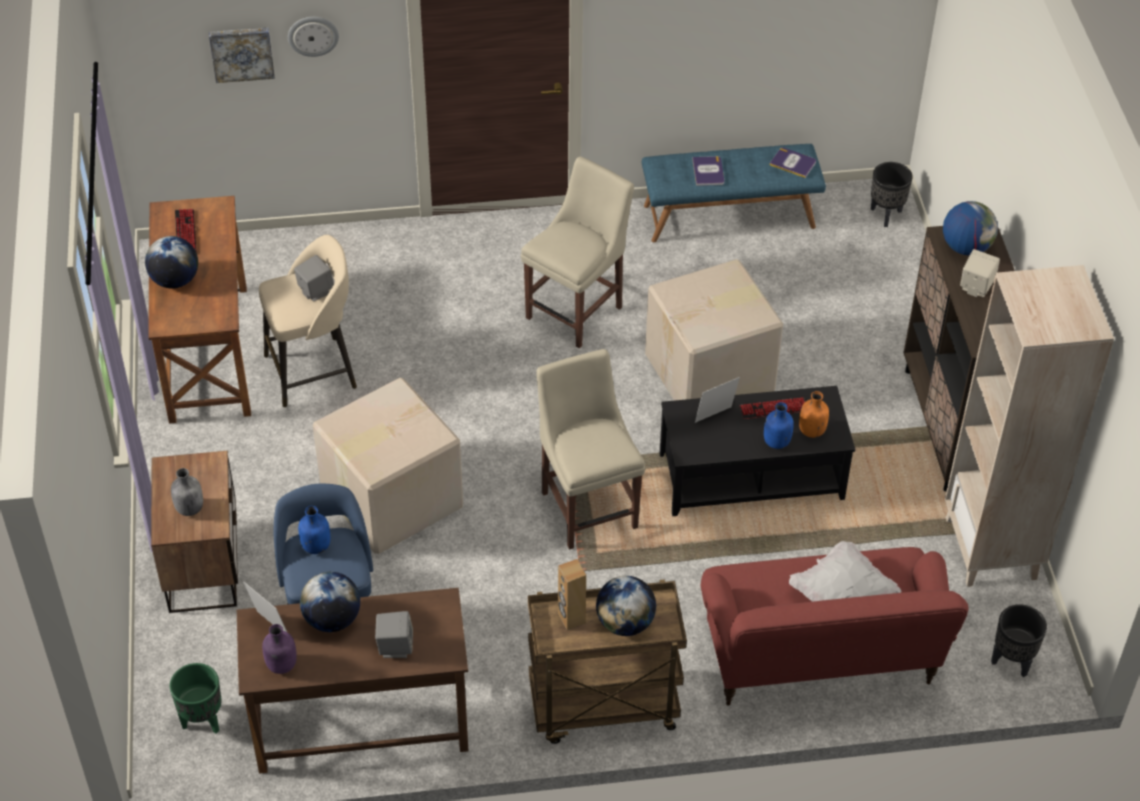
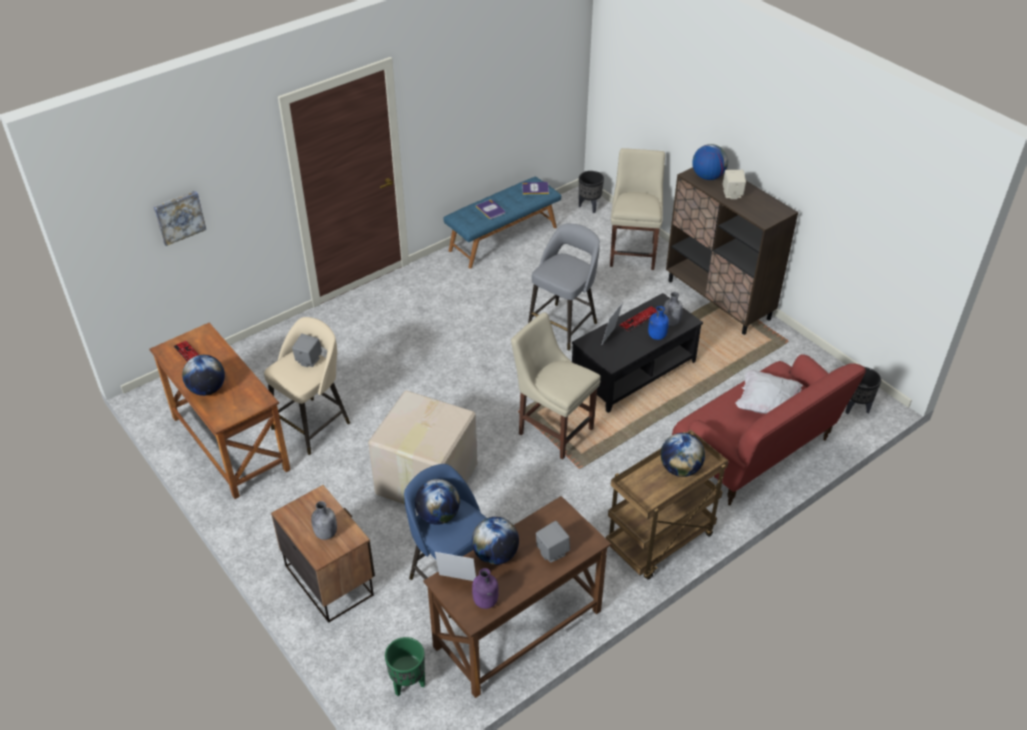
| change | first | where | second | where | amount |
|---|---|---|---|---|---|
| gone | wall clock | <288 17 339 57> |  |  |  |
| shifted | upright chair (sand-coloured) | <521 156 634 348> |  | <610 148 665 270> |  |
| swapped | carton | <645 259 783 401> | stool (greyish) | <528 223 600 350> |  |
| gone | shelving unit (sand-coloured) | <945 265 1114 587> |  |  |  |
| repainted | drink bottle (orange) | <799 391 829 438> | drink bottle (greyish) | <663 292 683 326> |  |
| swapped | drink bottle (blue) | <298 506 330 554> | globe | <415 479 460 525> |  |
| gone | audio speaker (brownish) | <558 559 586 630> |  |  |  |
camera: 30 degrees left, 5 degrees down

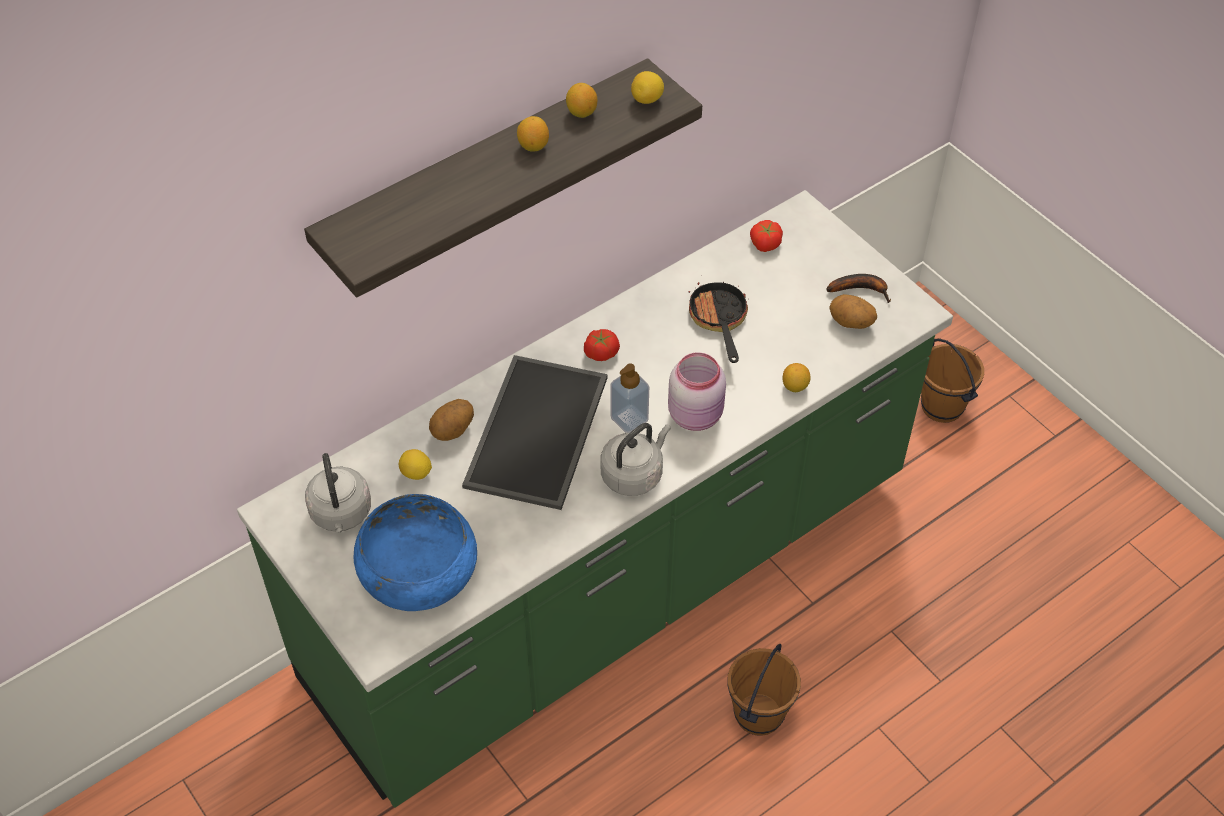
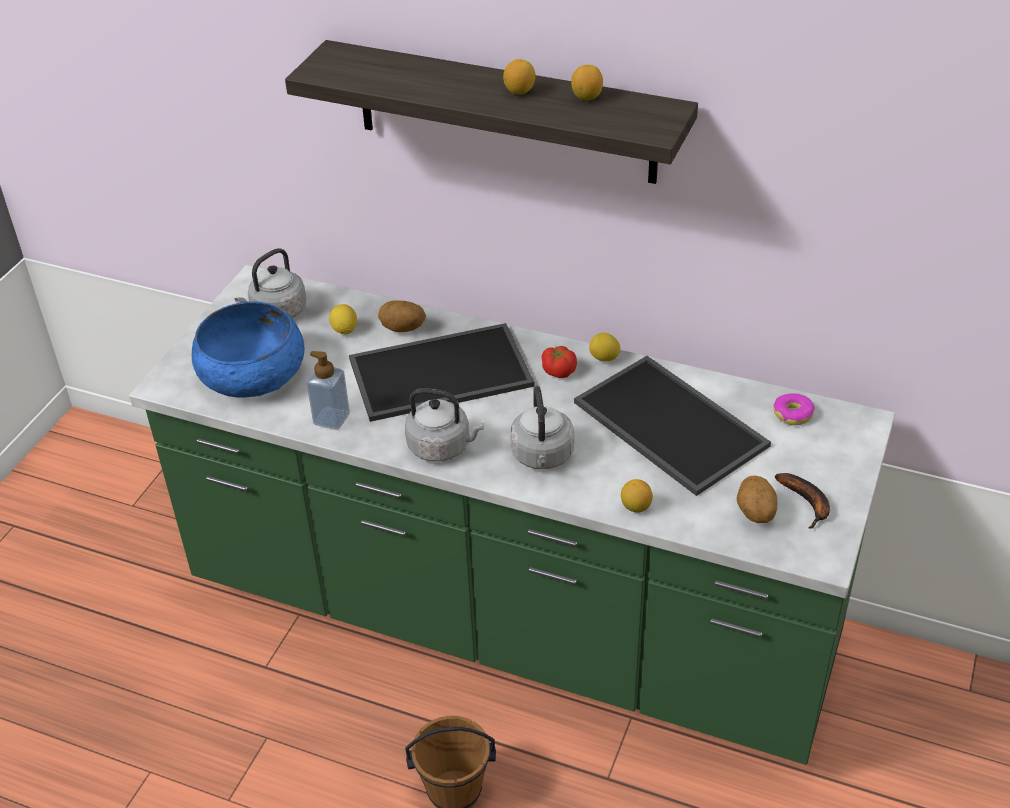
| change | first | where | second | where | amount |
|---|---|---|---|---|---|
| shifted | whole lemon | <631 71 664 104> |  | <589 333 621 362> |  |
| swapped | whole tomato | <750 220 783 252> | donut | <773 393 815 425> |  |
| swapped | skillet | <688 282 748 363> | carrying tray | <574 356 771 496> |  |
| gone | pail (brownish) | <921 338 984 423> |  |  |  |
| swapped | preserve jar (pink) | <668 352 726 431> | water kettle (greyish) | <510 386 574 469> |  |
| shifted | liquid soap bottle | <611 363 649 433> |  | <307 351 350 430> |  |
camera: 60 degrees right, 10 degrees down

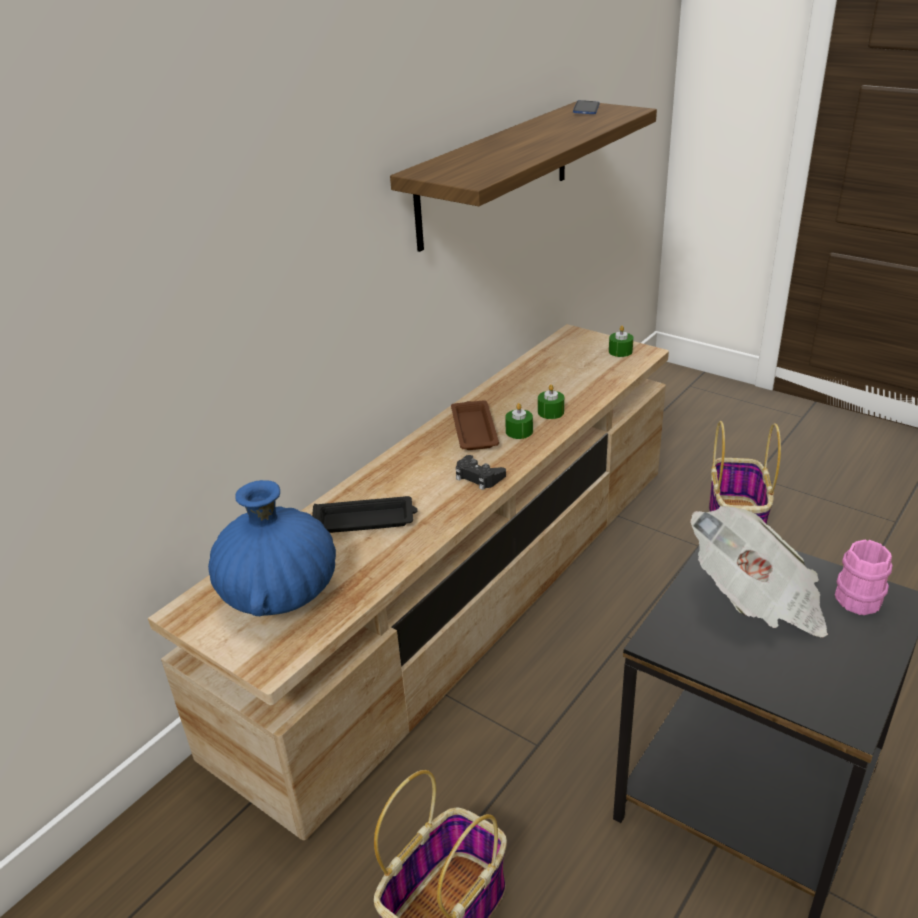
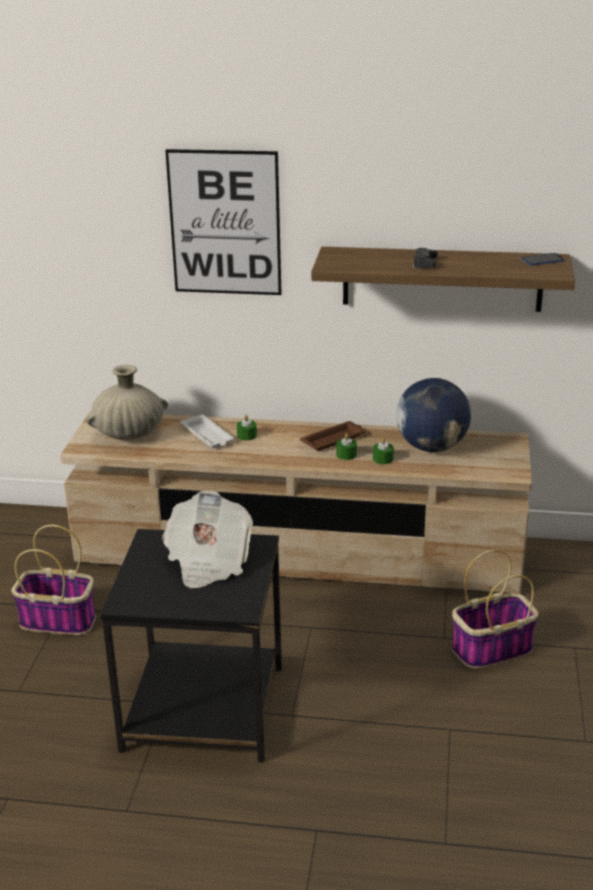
| change | first | where | second | where | amount |
|---|---|---|---|---|---|
| shifted | wax candle (green-coloured) | <609 326 633 357> |  | <237 415 257 441> |  |
| shifted | joypad (blackish) | <456 455 506 490> |  | <413 248 438 268> |  |
| repainted | vase (blue) | <208 480 336 616> | vase (sand-coloured) | <86 365 168 440> |  |
| repainted | carrying tray (blackish) | <312 496 418 533> | carrying tray (whitish) | <181 414 234 448> |  |
| gone | coffee mug (pink) | <835 539 892 615> |  |  |  |
| new |  |  | picture | <165 149 281 295> |  |
| new |  |  | globe | <396 378 471 452> |  |
camera: 60 degrees right, 5 degrees down

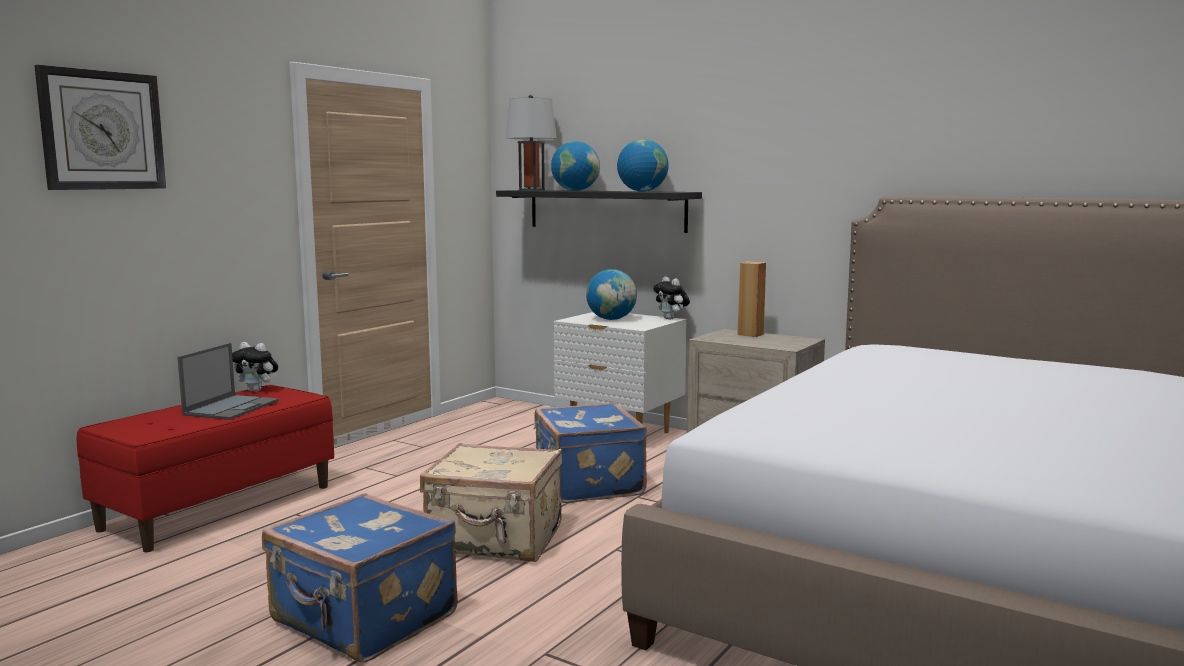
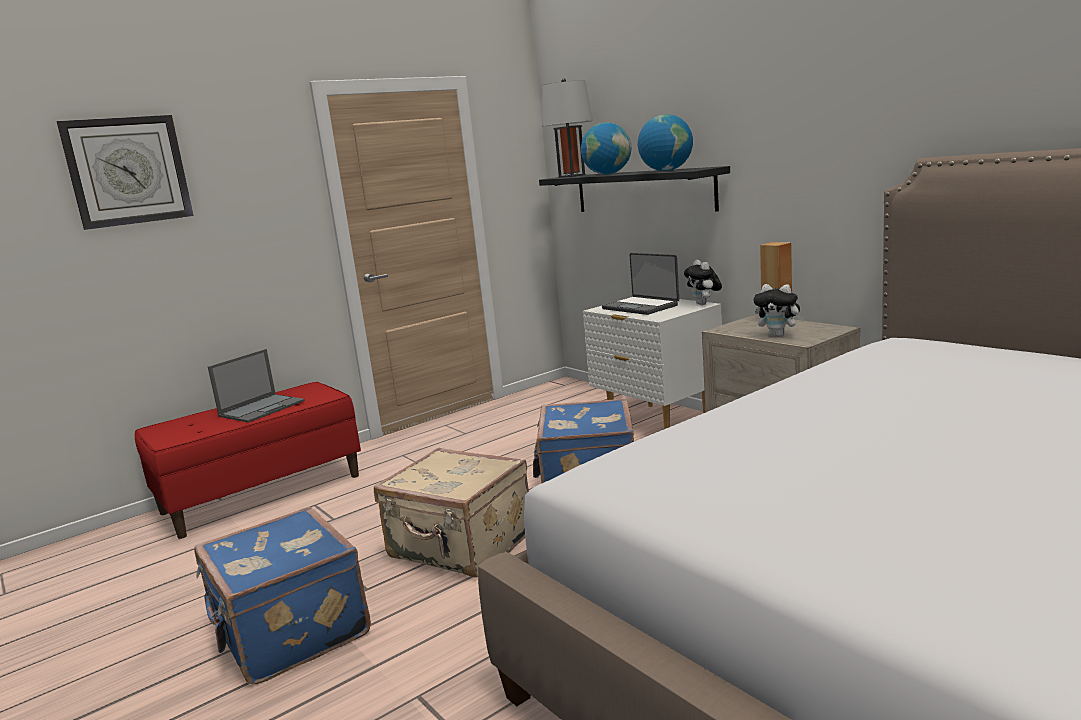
| change | first | where | second | where | amount |
|---|---|---|---|---|---|
| swapped | globe | <586 269 637 320> | laptop | <602 253 679 315> |  |
| shifted | soft toy | <232 342 278 392> |  | <753 284 804 337> |  |
camera: 20 degrees right, 5 degrees up

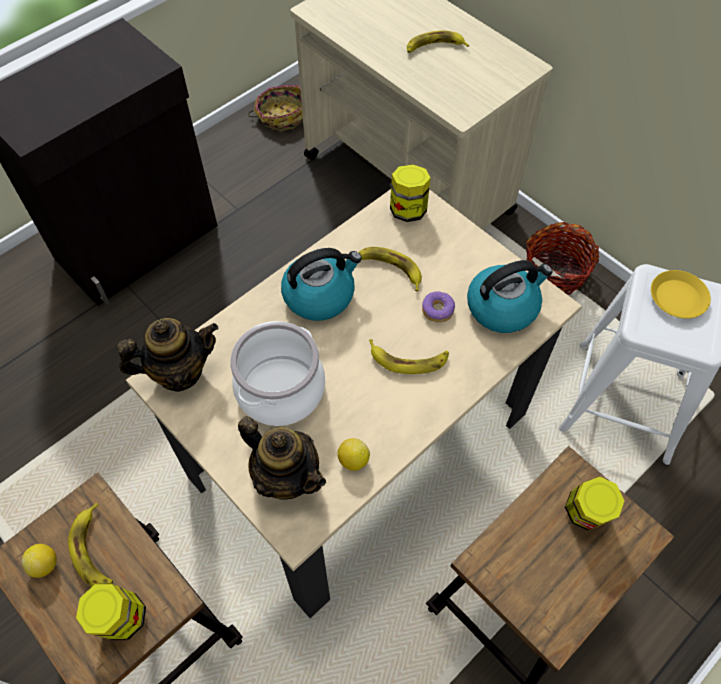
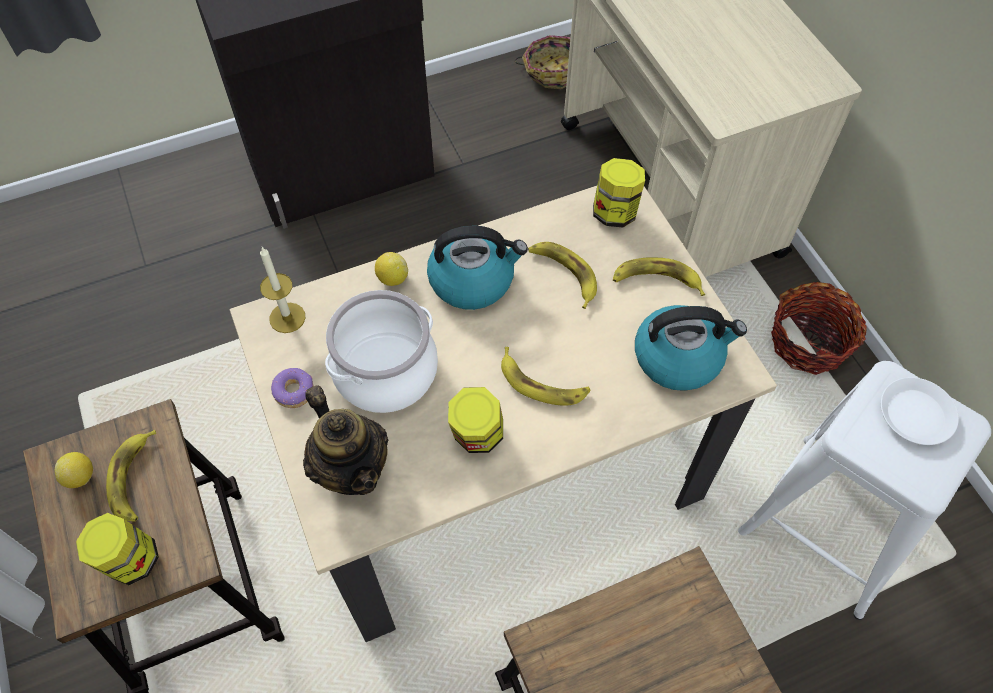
| change | first | where | second | where | amount |
|---|---|---|---|---|---|
| shifted | banana | <407 30 469 53> |  | <613 257 705 296> |  |
| repainted | dinner plate (yellow-coloured) | <651 270 711 319> | dinner plate (whitish) | <881 377 959 445> |  |
| shifted | donut | <422 291 455 322> |  | <271 368 314 408> |  |
| swapped | tea pot | <117 318 218 392> | wax candle | <260 247 305 333> |  |
| shifted | whole lemon | <337 438 370 471> |  | <375 252 408 286> |  |
| shifted | preserve jar | <565 476 624 530> |  | <448 387 503 453> |  |
camera: 20 degrees right, 0 degrees up

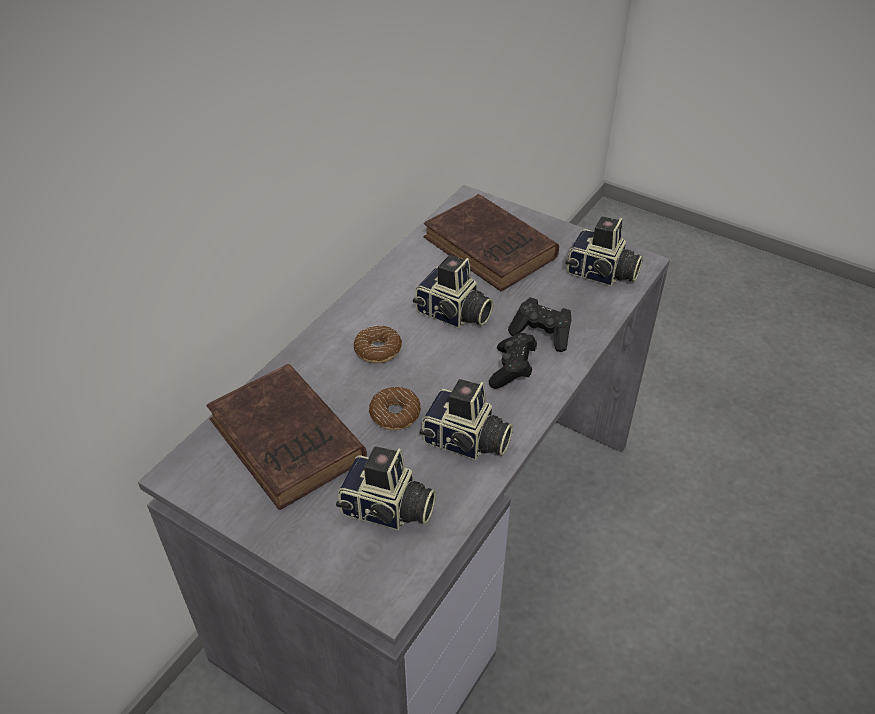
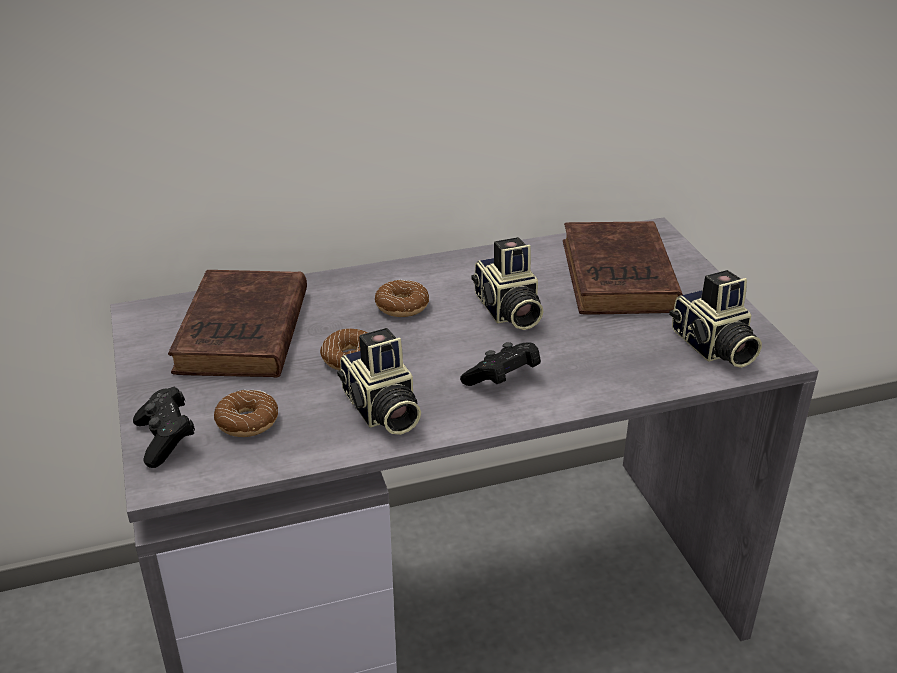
| change | first | where | second | where | amount |
|---|---|---|---|---|---|
| shifted | joypad (blackish) | <508 297 571 352> |  | <133 386 195 468> |  |
| swapped | still camera | <336 446 436 530> | donut | <214 390 278 437> |  |
camera: 40 degrees right, 10 degrees down

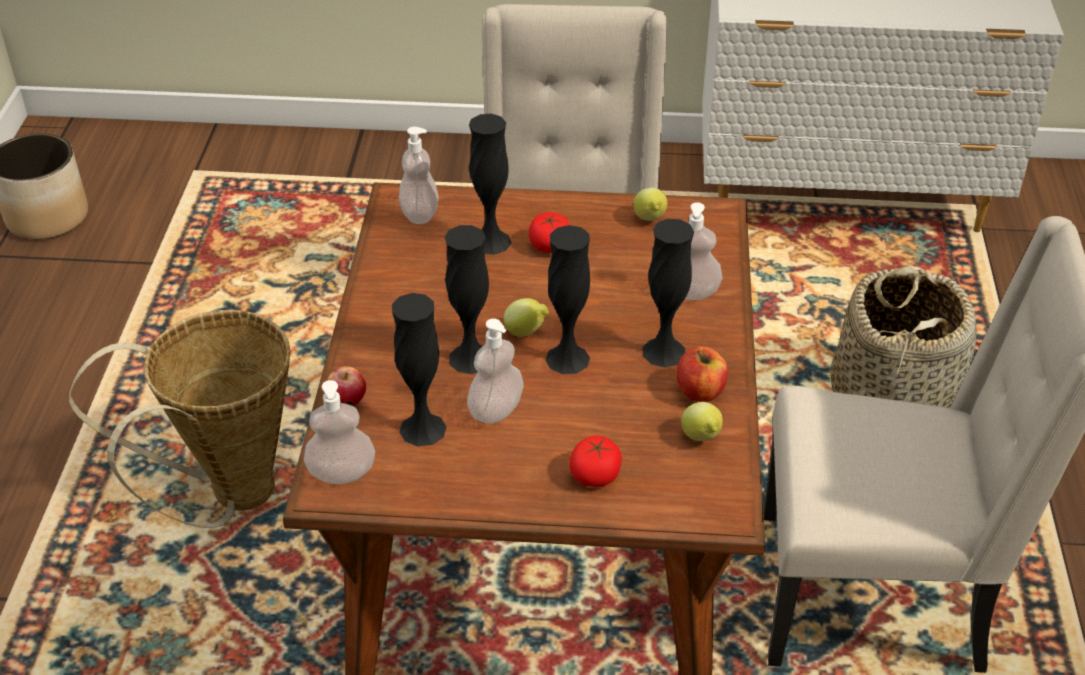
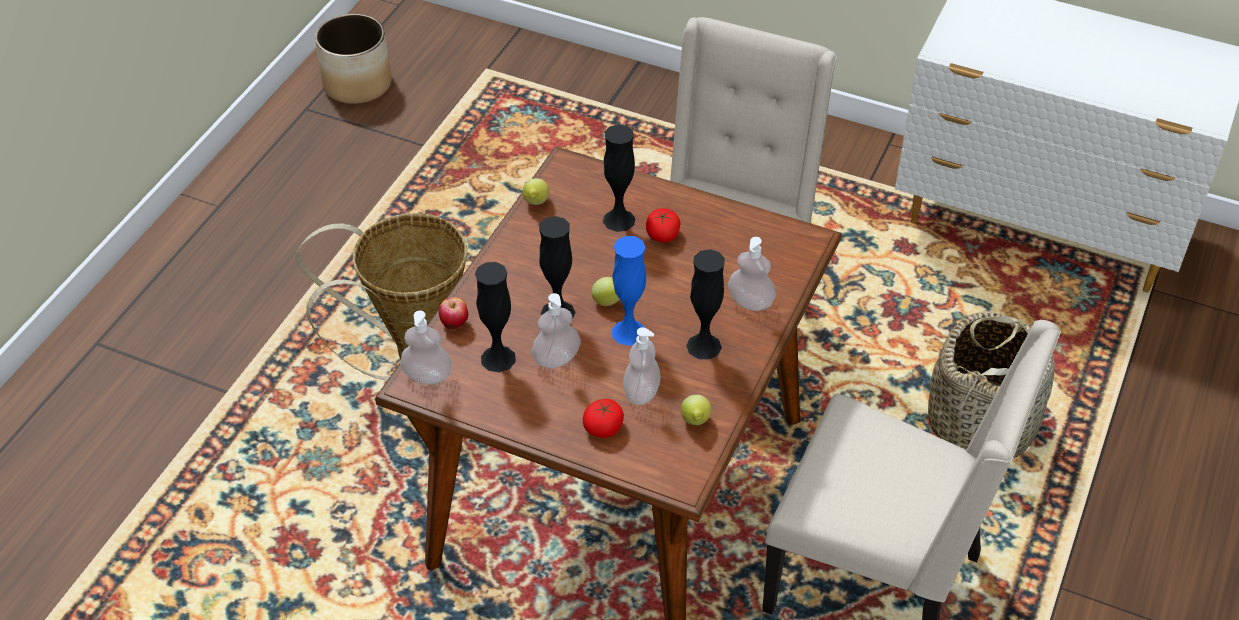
| change | first | where | second | where | amount |
|---|---|---|---|---|---|
| shifted | liquid soap bottle | <399 127 439 224> |  | <623 327 661 405> |  |
| shifted | whole lemon | <633 188 667 221> |  | <522 178 549 205> |  |
| repainted | vase (blackish) | <545 225 590 374> | vase (blue) | <612 236 646 346> |  |
| gone | whole apple | <677 346 728 402> |  |  |  |
camera: 20 degrees right, 5 degrees up

